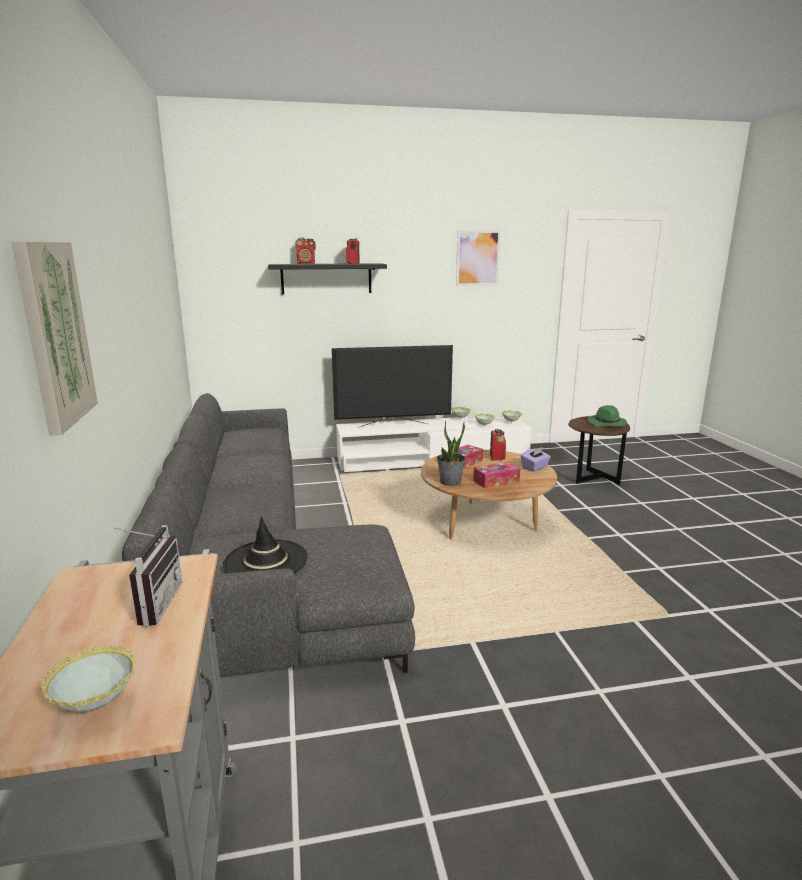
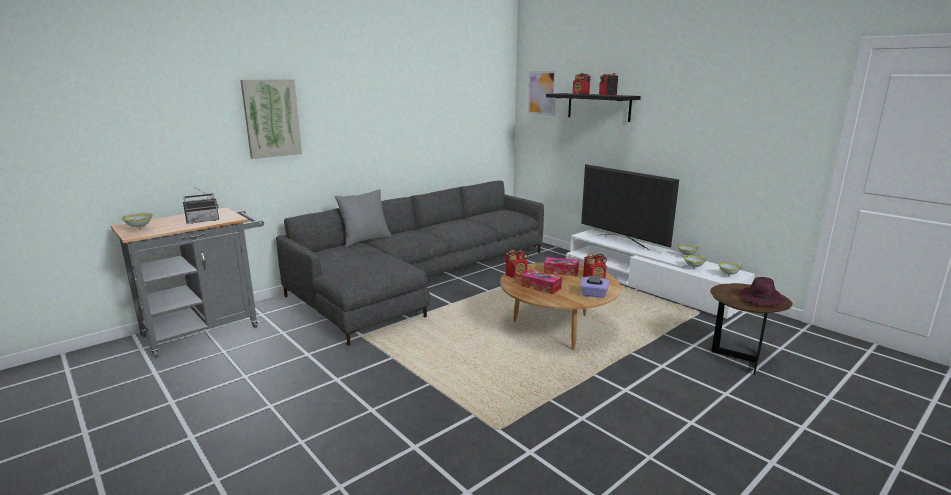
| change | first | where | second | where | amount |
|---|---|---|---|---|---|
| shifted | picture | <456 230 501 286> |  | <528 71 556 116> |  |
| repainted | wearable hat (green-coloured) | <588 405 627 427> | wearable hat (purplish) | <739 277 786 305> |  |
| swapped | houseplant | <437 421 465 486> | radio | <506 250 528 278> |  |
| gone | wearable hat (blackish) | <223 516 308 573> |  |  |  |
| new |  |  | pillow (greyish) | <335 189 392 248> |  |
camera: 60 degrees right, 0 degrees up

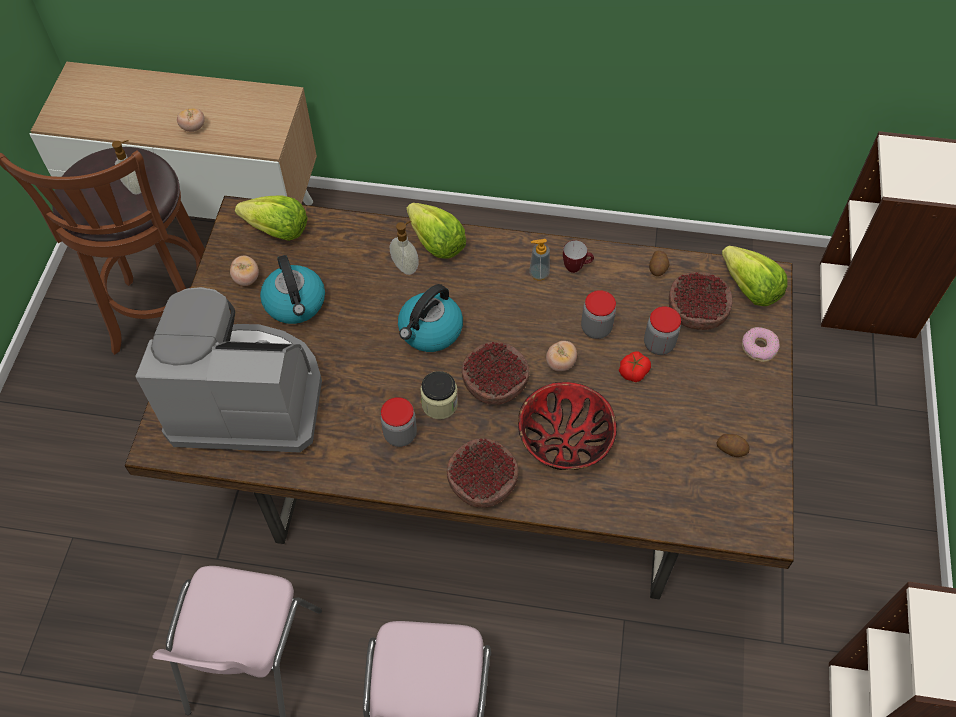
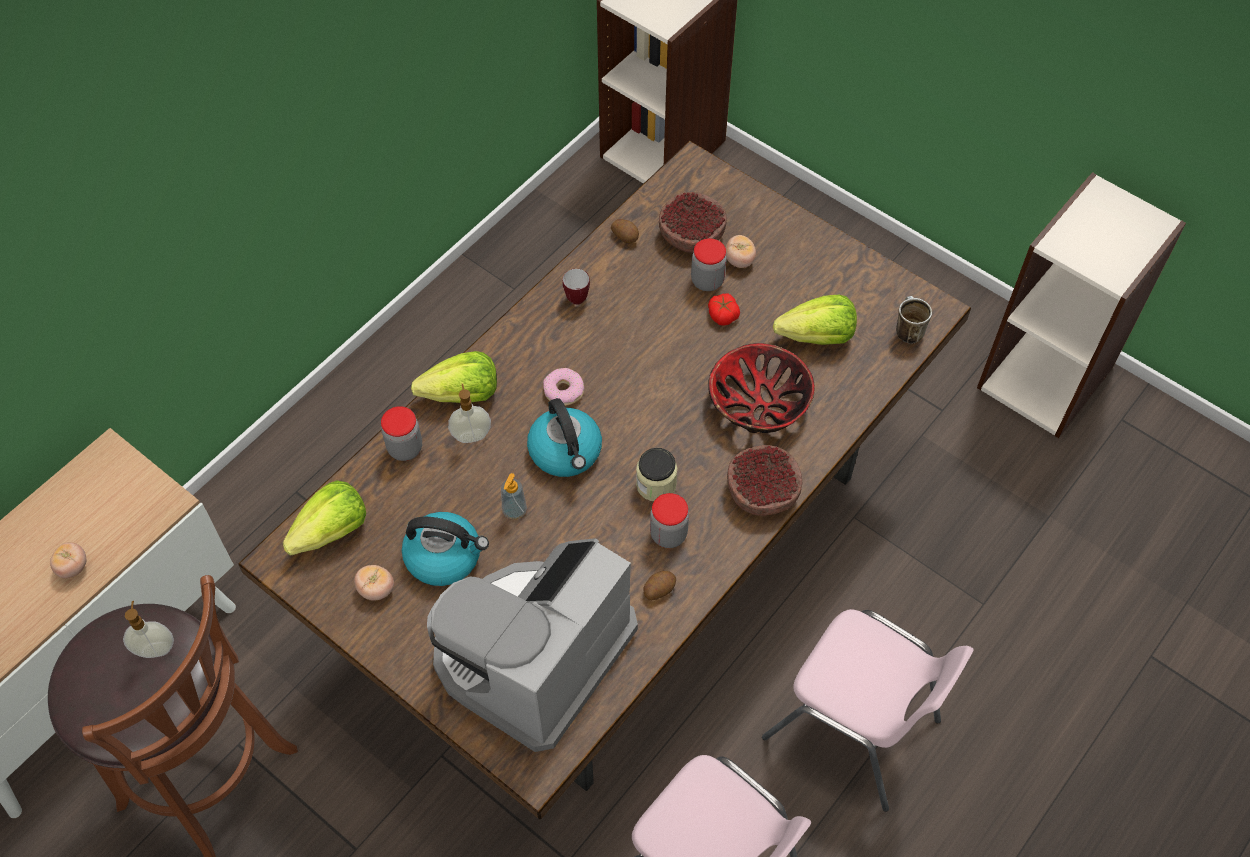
| change | first | where | second | where | amount |
|---|---|---|---|---|---|
| shifted | liquid soap bottle | <529 239 550 281> |  | <501 473 527 520> |  |
| shifted | lettuce | <722 246 787 306> |  | <773 295 857 345> |  |
| shifted | preserve jar | <581 290 616 339> |  | <381 406 422 461> |  |
| shifted | donut | <742 327 780 362> |  | <543 368 584 406> |  |
| shifted | whole tomato | <546 341 577 371> |  | <726 235 756 268> |  |
| gone | serving bowl | <462 342 529 405> |  |  |  |
| shifted | spud | <716 434 749 457> |  | <643 571 676 600> |  |
| new |  |  | coffee mug | <896 296 932 344> |  |
camera: 60 degrees left, 0 degrees up

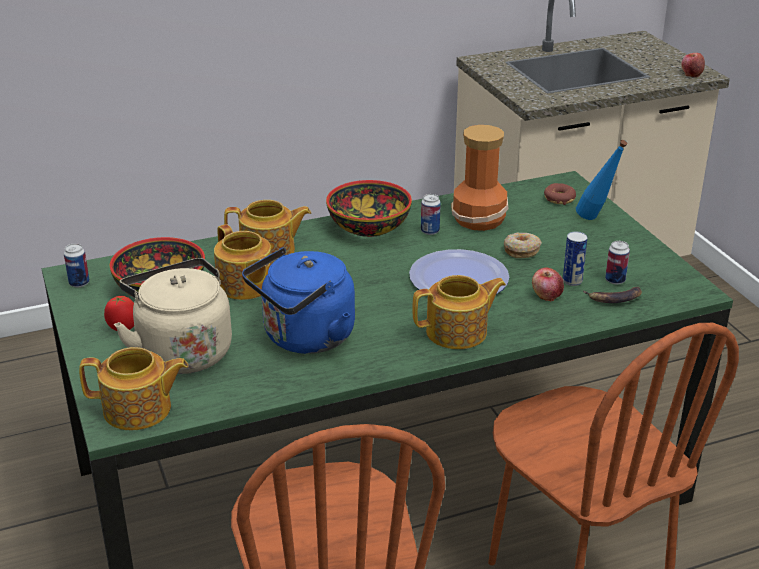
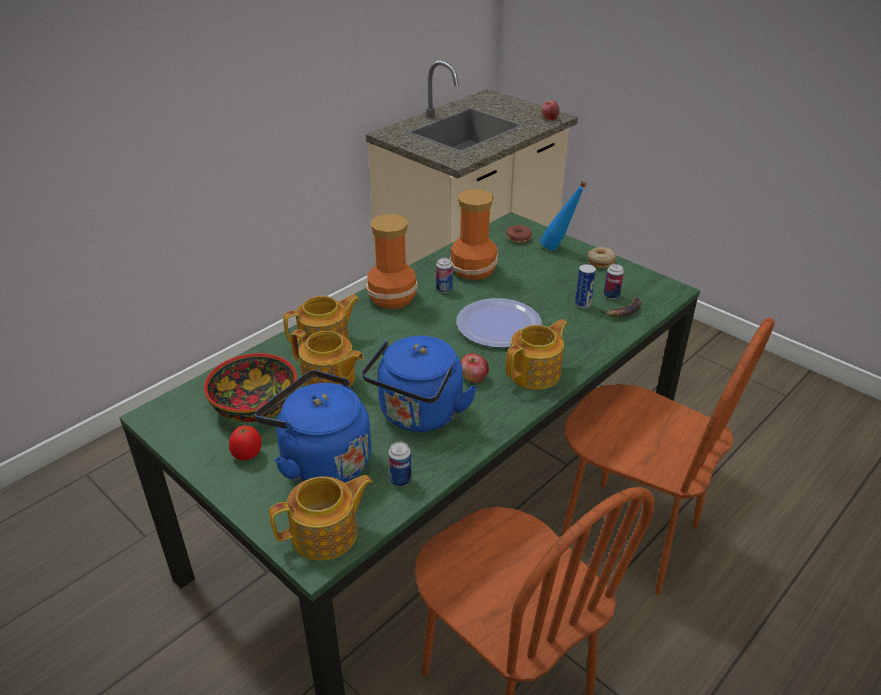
| change | first | where | second | where | amount |
|---|---|---|---|---|---|
| swapped | serving bowl | <326 180 412 237> | vase | <366 214 418 309> |  |
| shifted | donut | <504 233 542 258> |  | <587 247 616 269> |  |
| shifted | sealed can | <64 243 89 287> |  | <388 441 412 487> |  |
| repainted | water kettle (sand-coloured) | <114 258 232 374> | water kettle (blue) | <255 370 371 483> |  |
| shifted | whole apple | <532 268 564 301> |  | <461 353 489 383> |  |
camera: 25 degrees left, 5 degrees up

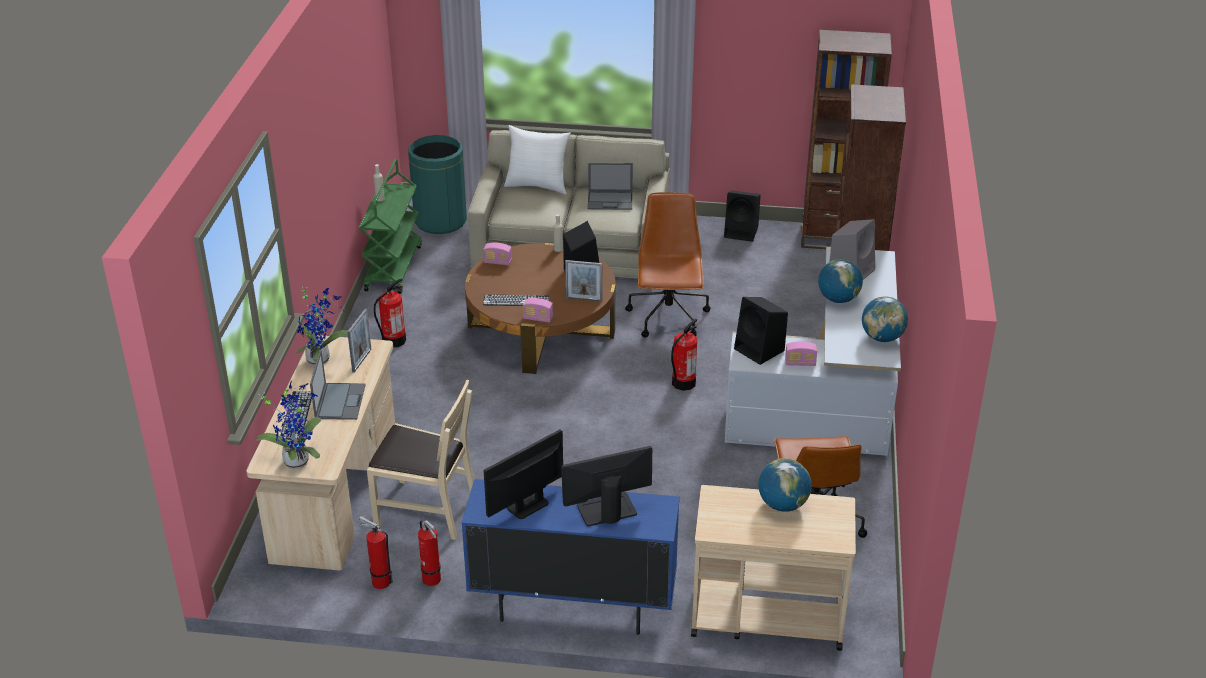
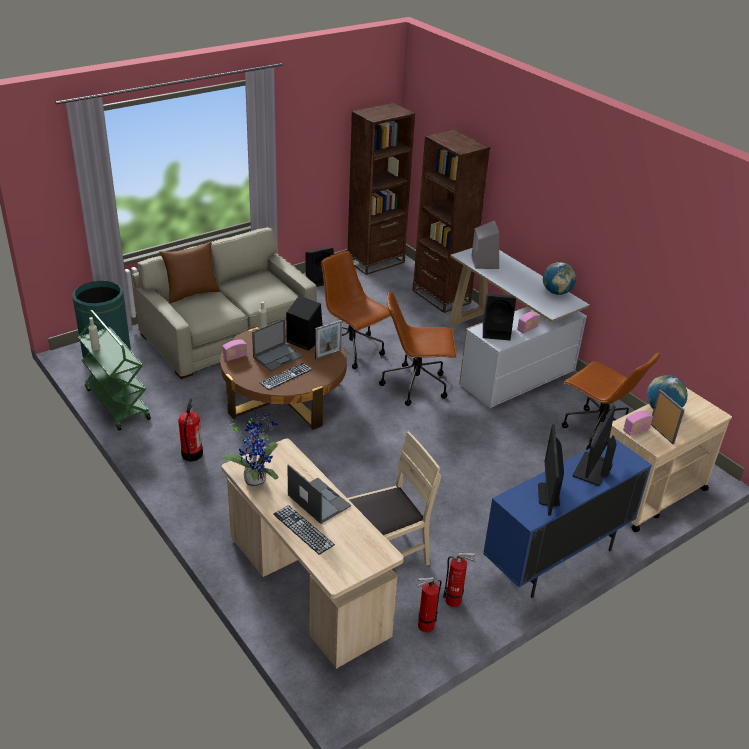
| change | first | where | second | where | amount |
|---|---|---|---|---|---|
| repainted | pillow (whitish) | <504 125 571 194> | pillow (brownish) | <159 241 221 303> |  |
| shifted | laptop | <587 163 633 210> |  | <252 319 303 371> |  |
| gone | globe | <818 259 863 303> |  |  |  |
| shifted | radio | <523 298 553 323> |  | <623 410 653 436> |  |
| shifted | photo frame | <347 309 371 373> |  | <651 389 685 444> |  |
| swapped | fire extinguisher | <671 319 697 391> | computer chair (brownish) | <379 291 457 406> |  |
| gone | houseplant | <256 381 321 469> |  |  |  |
camera: 45 degrees left, 0 degrees up

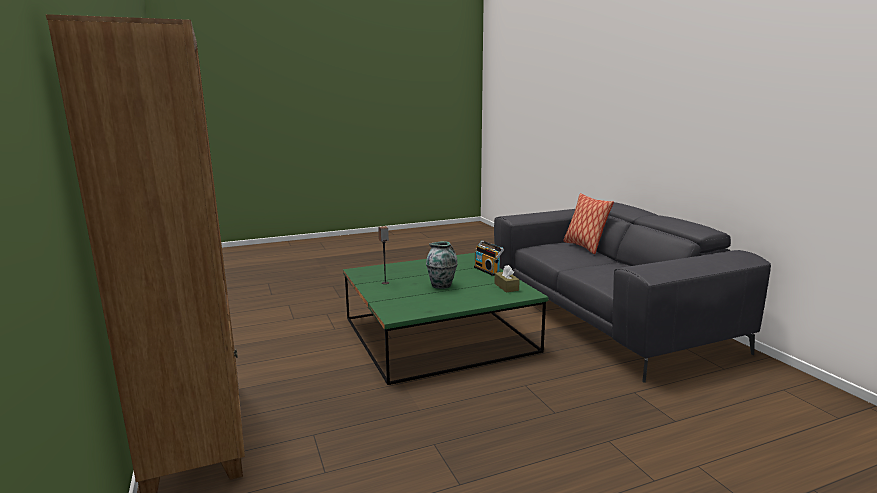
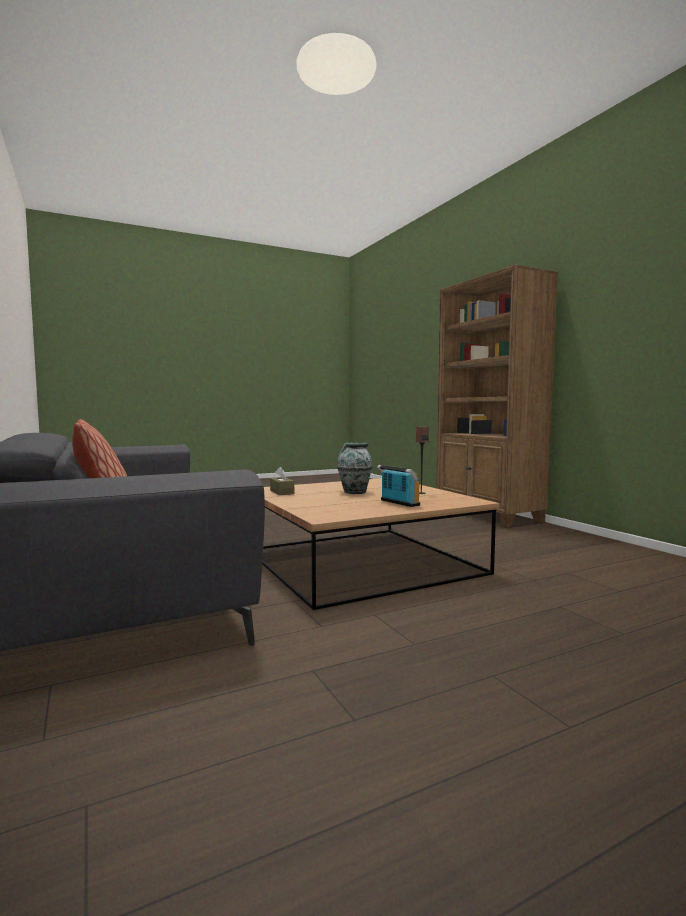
| change | first | where | second | where | amount |
|---|---|---|---|---|---|
| shifted | radio | <474 240 504 276> |  | <377 465 420 507> |  |
| repainted | lounge table (green-coloured) | <343 253 549 385> | lounge table (brownish) | <262 478 499 610> |  |
camera: 175 degrees right, 10 degrees down

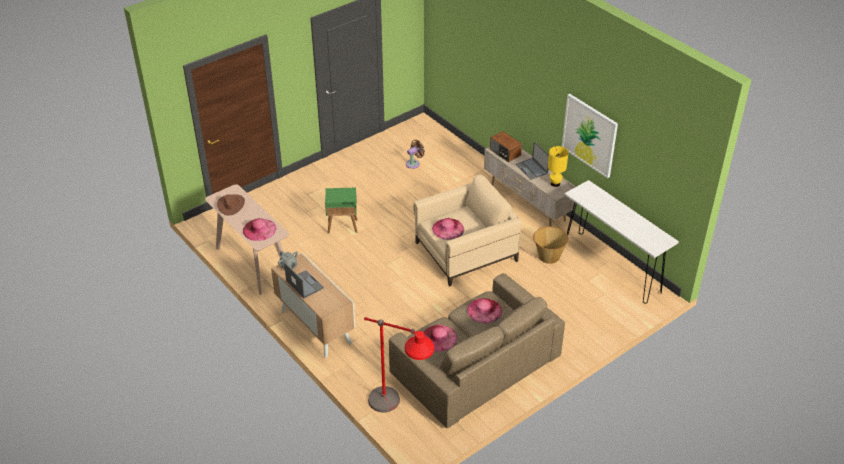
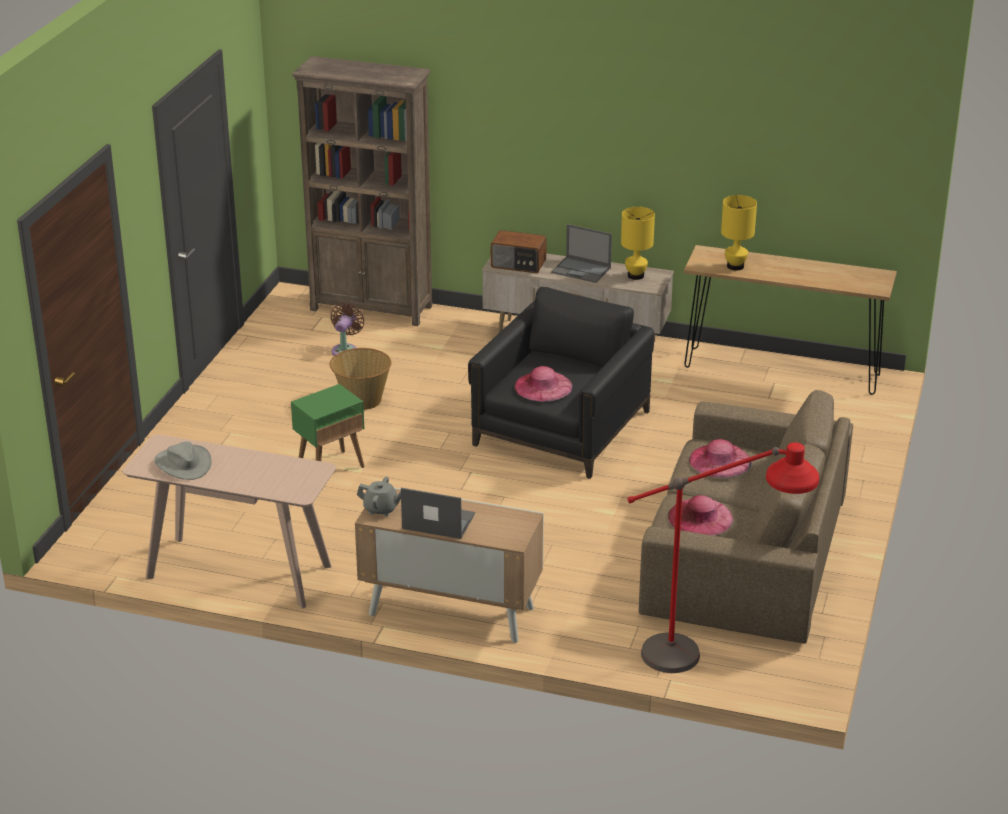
| change | first | where | second | where | amount |
|---|---|---|---|---|---|
| gone | picture | <562 94 618 178> |  |  |  |
| repainted | armchair (sand-coloured) | <414 174 521 287> | armchair (blackish) | <468 287 655 479> |  |
| repainted | console table (whitish) | <564 180 679 304> | console table (brownish) | <684 245 897 395> |  |
| repainted | wearable hat (brownish) | <217 194 245 216> | wearable hat (greyish) | <154 442 212 480> |  |
| gone | wearable hat (pink) | <243 218 276 241> |  |  |  |
| shifted | household basket | <533 226 569 264> |  | <330 348 391 410> |  |
| new |  |  | shelving unit (brownish) | <292 56 432 326> |  |
| new |  |  | table lamp (yellow-coloured) | <721 195 757 270> |  |
camera: 35 degrees left, 10 degrees down

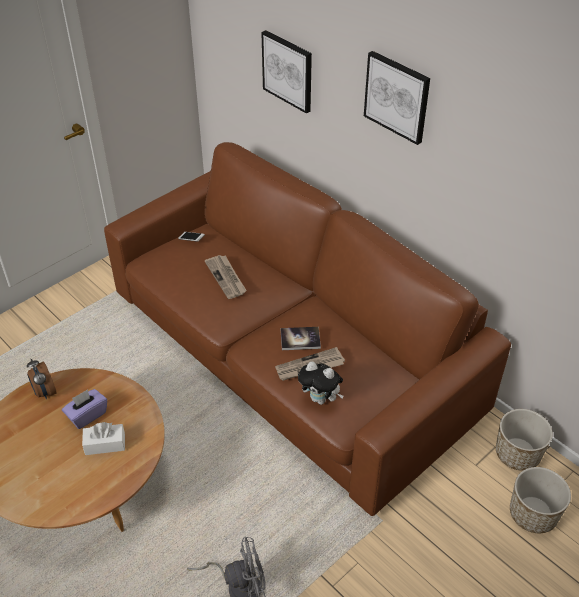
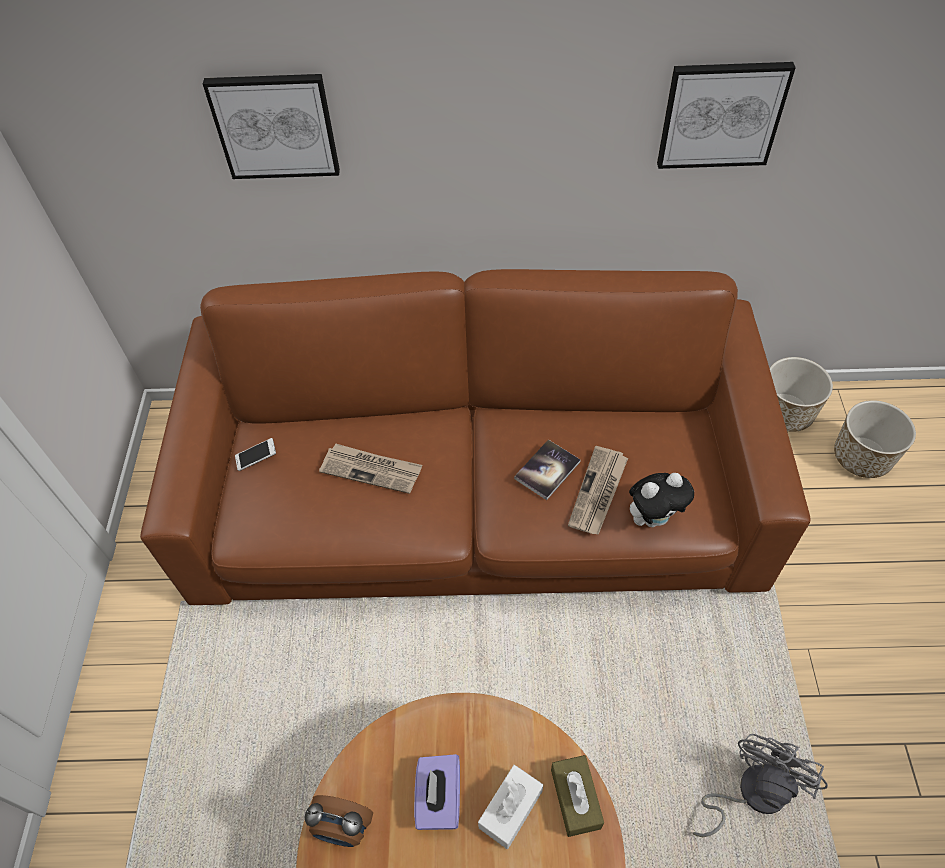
| change | first | where | second | where | amount |
|---|---|---|---|---|---|
| shifted | picture | <364 51 430 145> |  | <657 62 796 169> |  |
| new |  |  | tissue box (brownish) | <551 755 604 837> |  |
camera: 45 degrees left, 10 degrees up

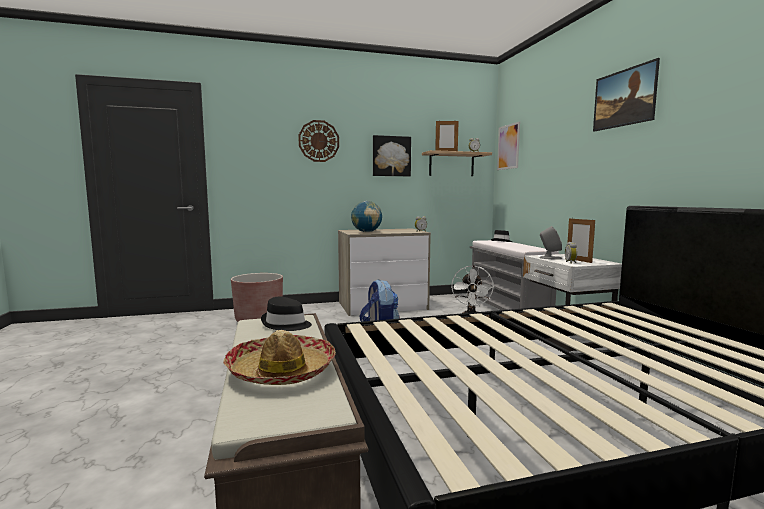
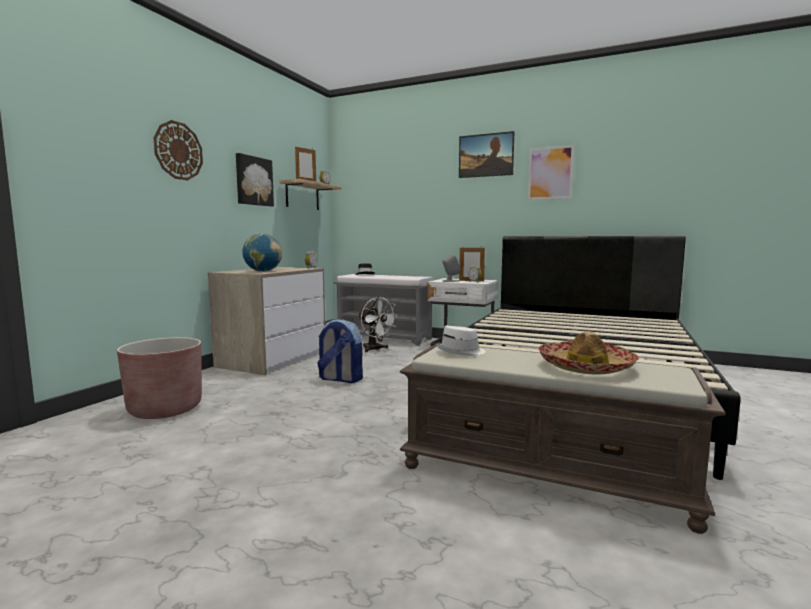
| change | first | where | second | where | amount |
|---|---|---|---|---|---|
| shifted | picture | <497 122 520 170> |  | <528 145 574 200> |  |
| repainted | wearable hat (blackish) | <261 296 312 331> | wearable hat (whitish) | <436 326 485 356> |  |
camera: 50 degrees left, 0 degrees up

